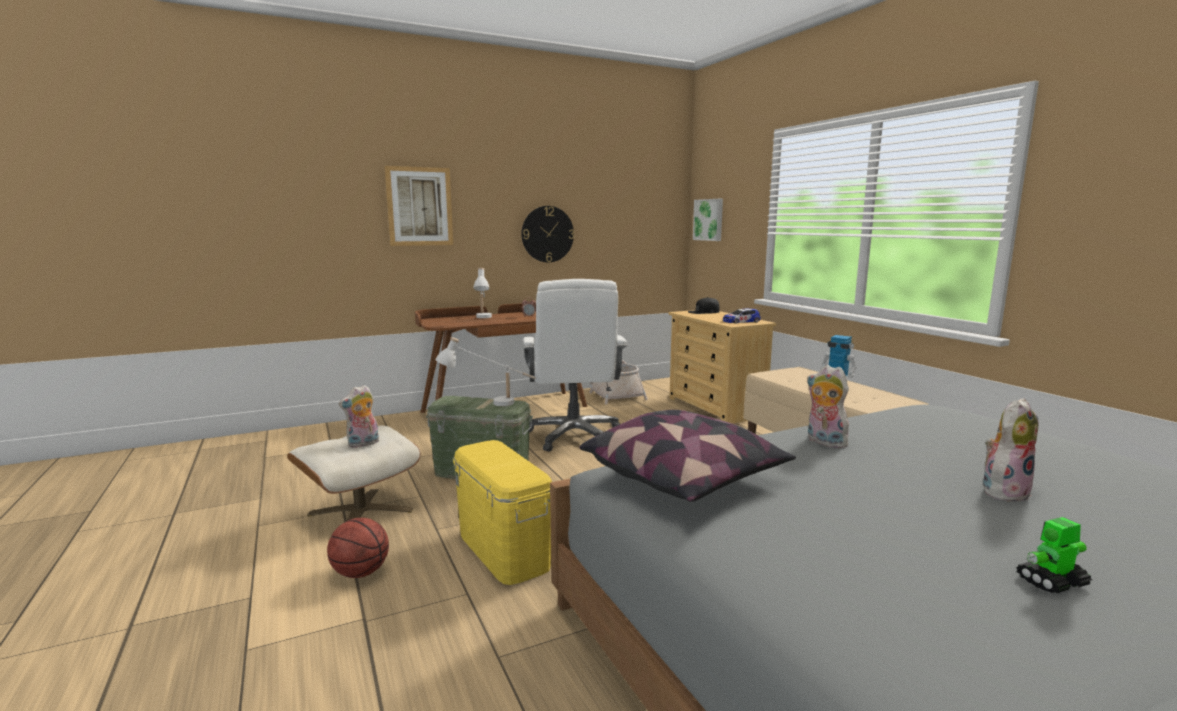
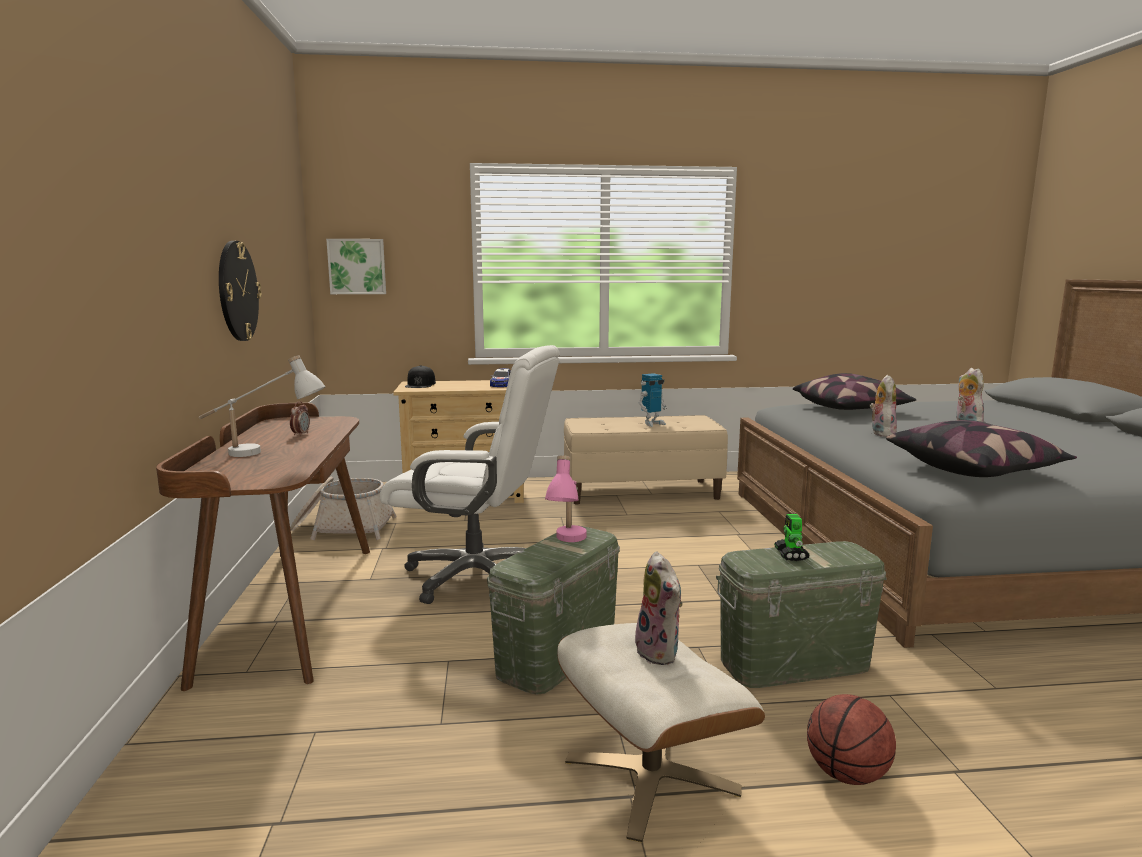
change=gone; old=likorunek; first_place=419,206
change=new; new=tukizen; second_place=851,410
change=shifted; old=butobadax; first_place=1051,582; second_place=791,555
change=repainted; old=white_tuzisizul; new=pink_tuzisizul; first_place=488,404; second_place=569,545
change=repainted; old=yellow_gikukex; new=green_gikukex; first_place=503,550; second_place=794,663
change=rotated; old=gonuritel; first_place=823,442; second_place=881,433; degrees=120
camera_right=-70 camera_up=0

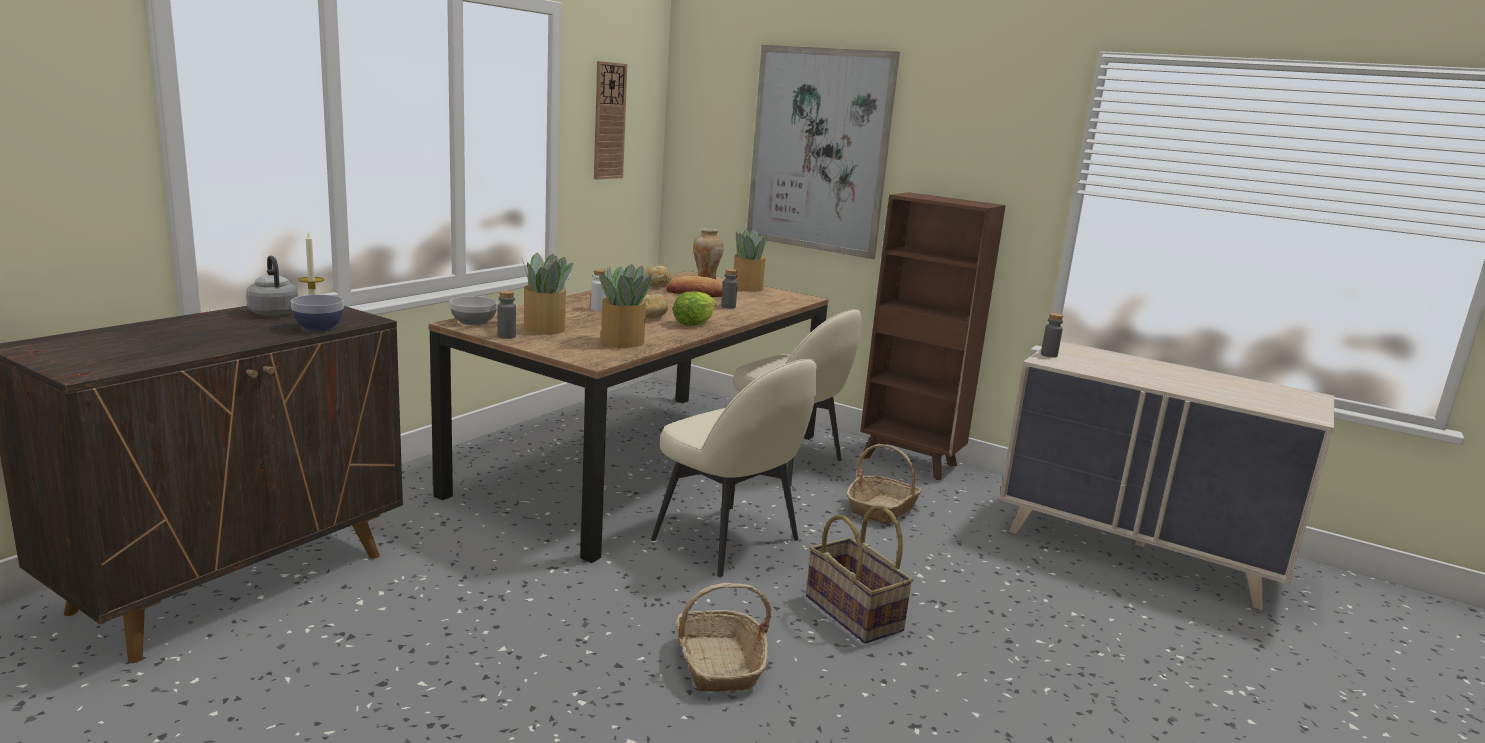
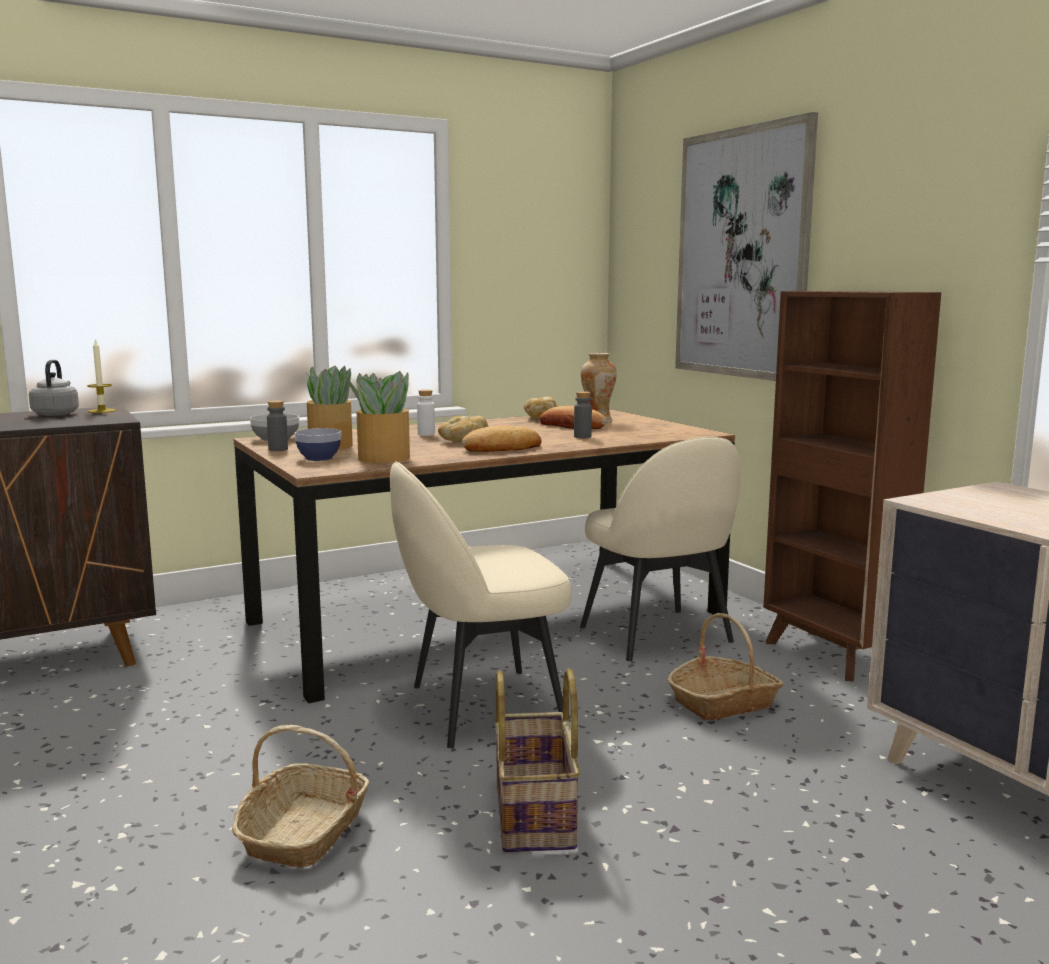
change=gone; old=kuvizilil; first_place=609,121
change=gone; old=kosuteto; first_place=747,288
change=gone; old=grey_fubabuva; first_place=1049,355
change=shifted; old=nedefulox; first_place=319,328; second_place=319,458
change=swapped; old=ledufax; new=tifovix; first_place=693,324; second_place=502,448
change=rotated; old=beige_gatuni; first_place=729,541; second_place=481,707; degrees=90
camera_right=30 camera_up=-5

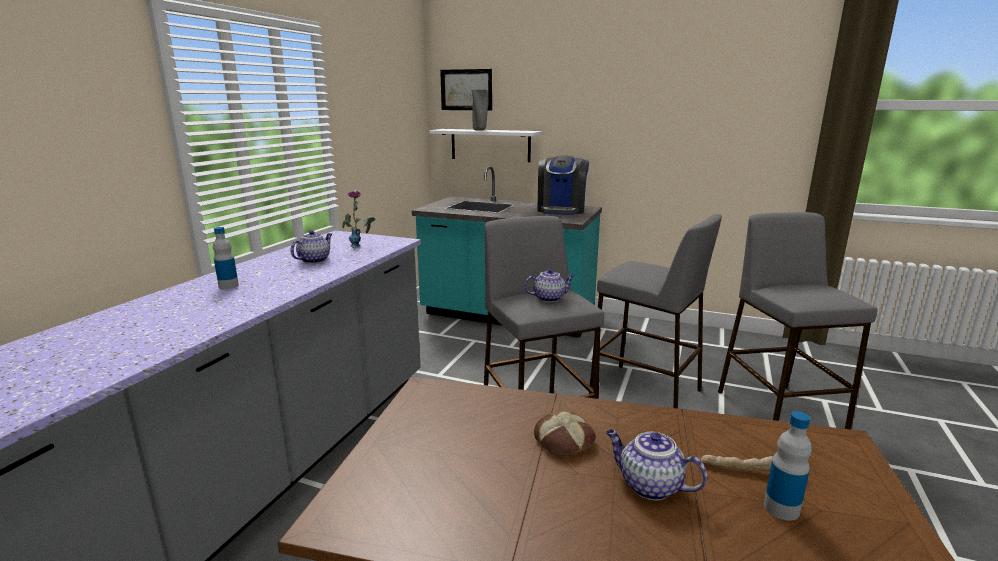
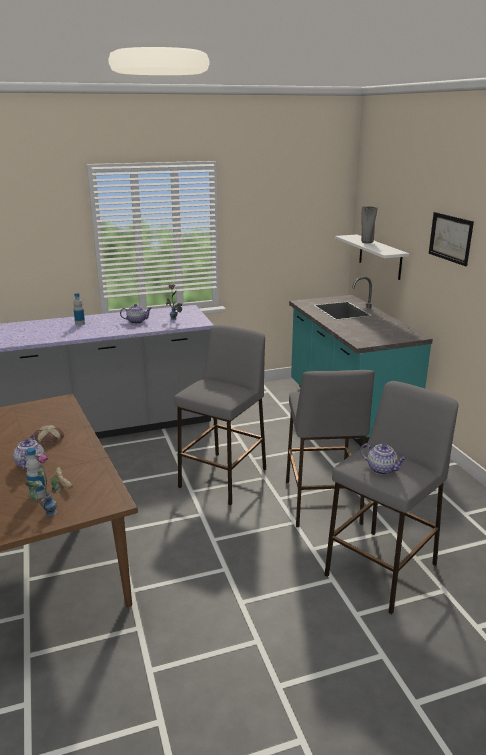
change=gone; old=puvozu; first_place=561,210
change=new; new=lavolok; second_place=46,510
change=shifted; old=likorunek; first_place=466,90; second_place=450,238
change=shifted; old=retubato; first_place=549,298; second_place=382,469
camera_right=50 camera_up=5

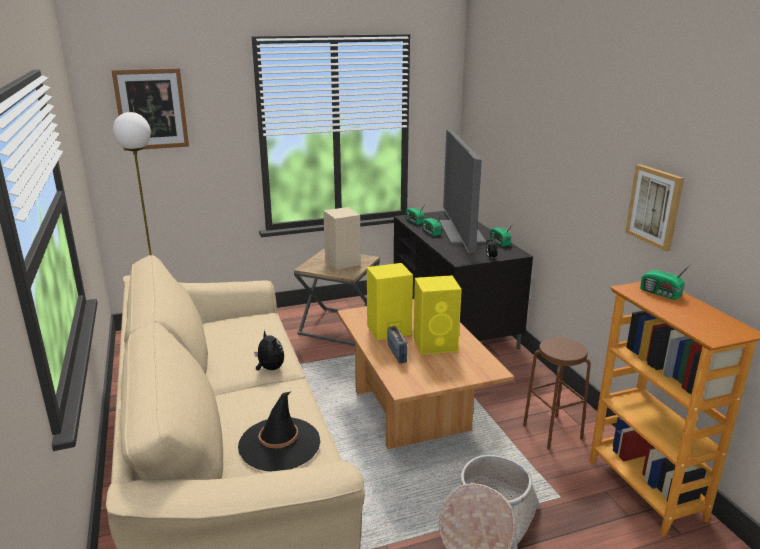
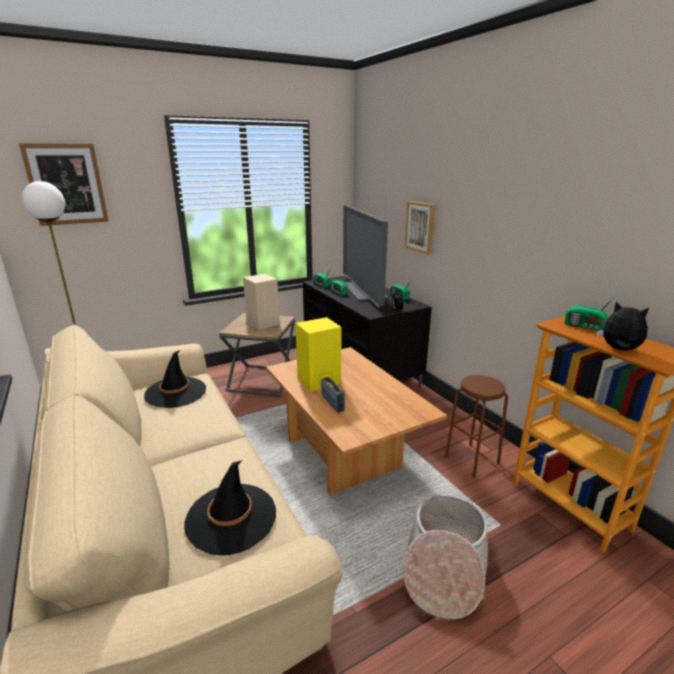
change=gone; old=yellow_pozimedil; first_place=436,344
change=new; new=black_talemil; second_place=176,392
change=shifted; old=gonuritel; first_place=269,369; second_place=619,350
change=shifted; old=likorunek; first_place=655,206; second_place=420,227
camera_right=-10 camera_up=0

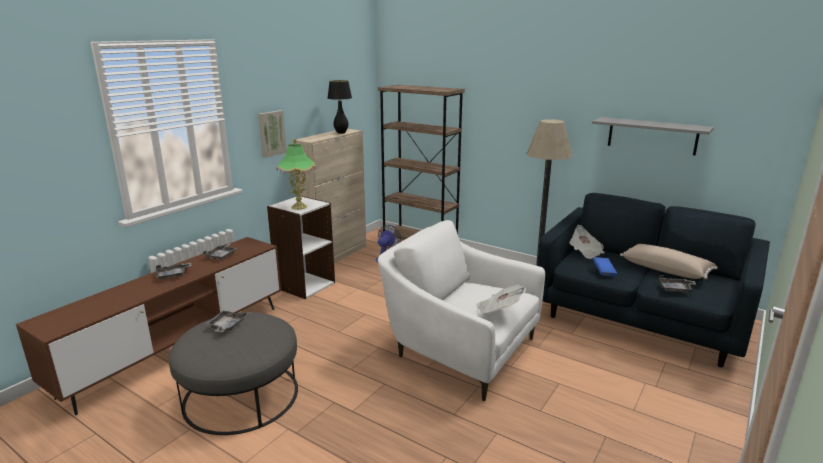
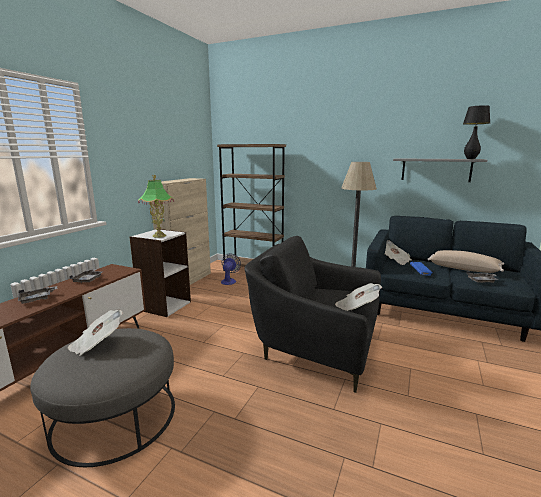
change=gone; old=likorunek; first_place=271,133
change=shifted; old=black_tuzisizul; first_place=341,133; second_place=470,159
change=swapped; old=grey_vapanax; new=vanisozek; first_place=226,326; second_place=97,344
change=repainted; old=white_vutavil; new=black_vutavil; first_place=459,350; second_place=315,348
camera_right=-10 camera_up=-5

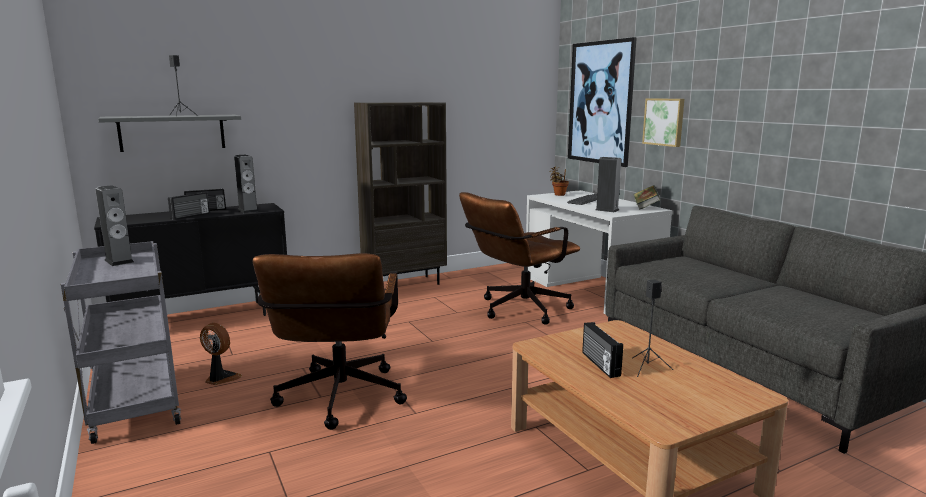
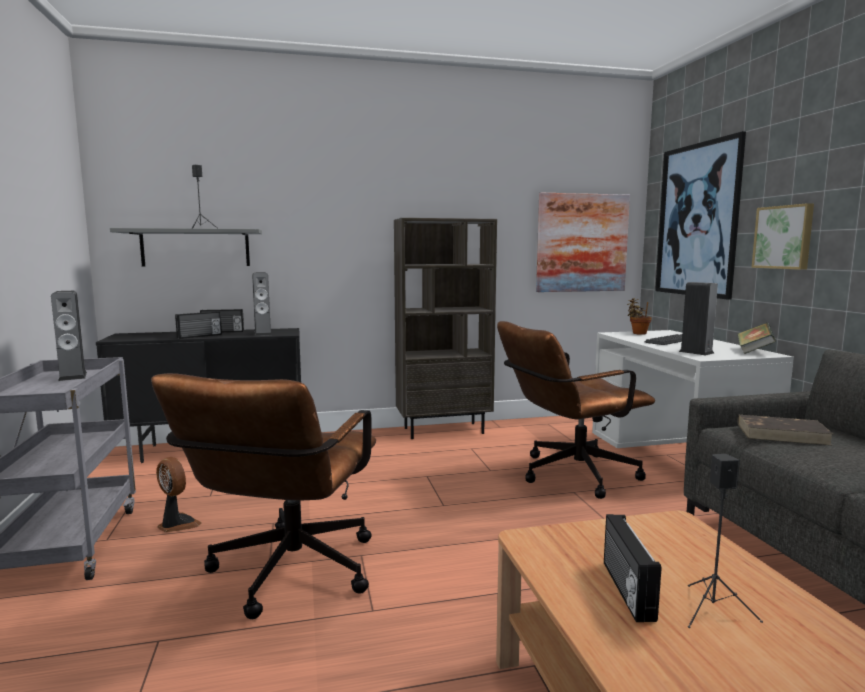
change=new; new=likorunek; second_place=582,243
change=new; new=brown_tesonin; second_place=782,434
camera_right=15 camera_up=-5

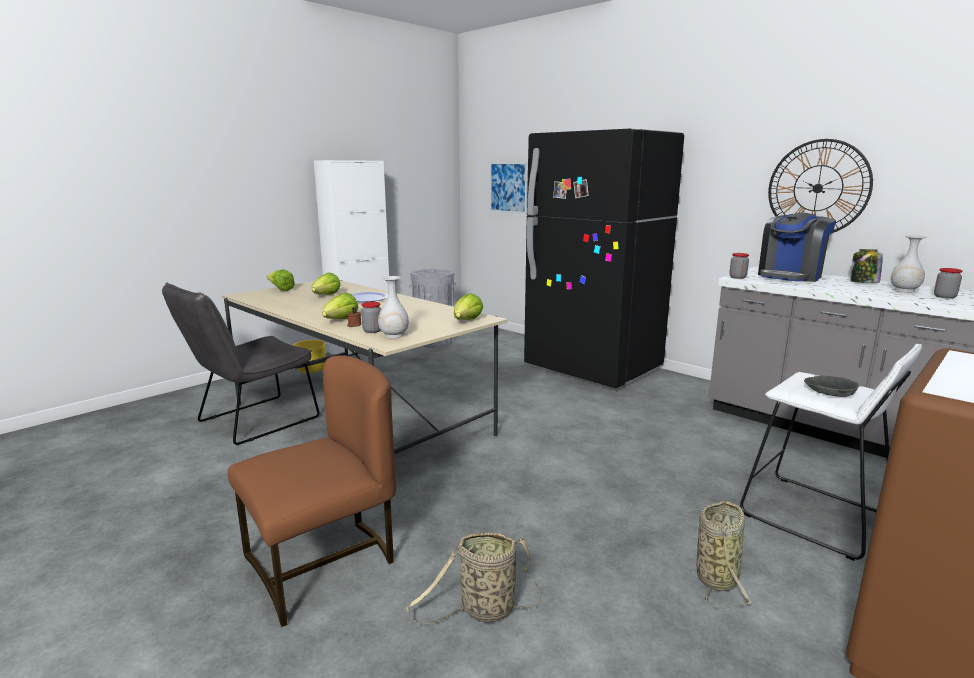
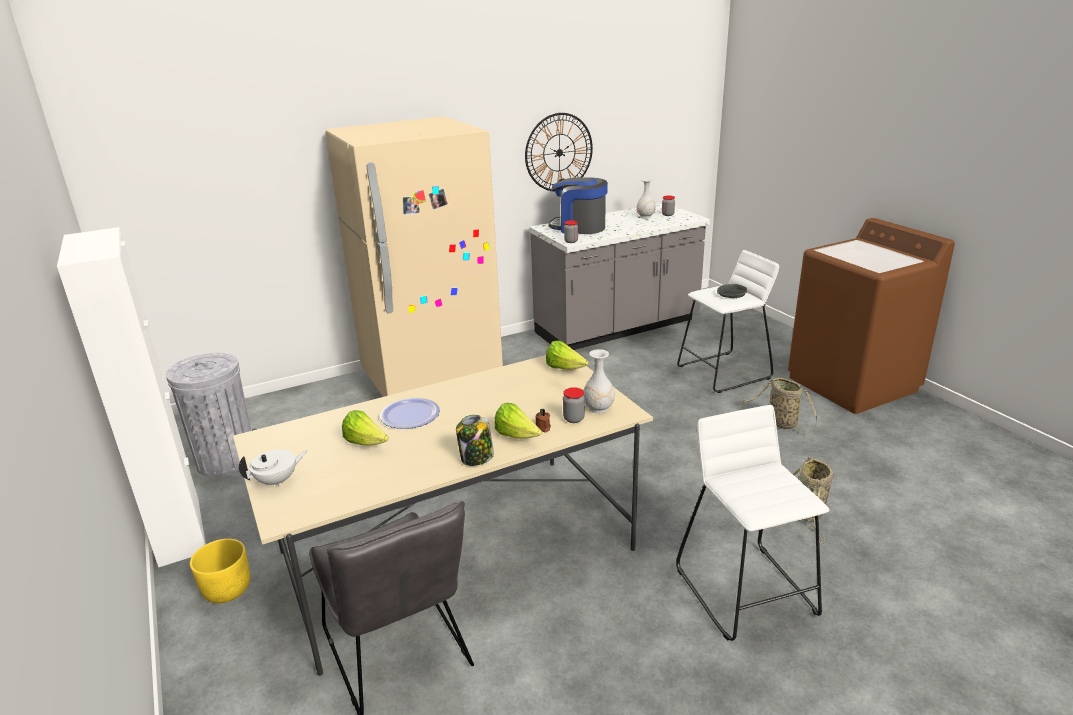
change=gone; old=likorunek; first_place=508,187
change=shifted; old=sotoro; first_place=863,282; second_place=476,458
change=swapped; old=brown_gatuni; new=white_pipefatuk; first_place=323,564; second_place=746,591
change=swapped; old=ledufax; new=white_retubato; first_place=280,289; second_place=277,481
change=repainted; old=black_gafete; new=beige_gafete; first_place=593,369; second_place=432,378
change=rotated; old=puvozu; first_place=790,276; second_place=579,227; degrees=135
camera_right=-70 camera_up=10

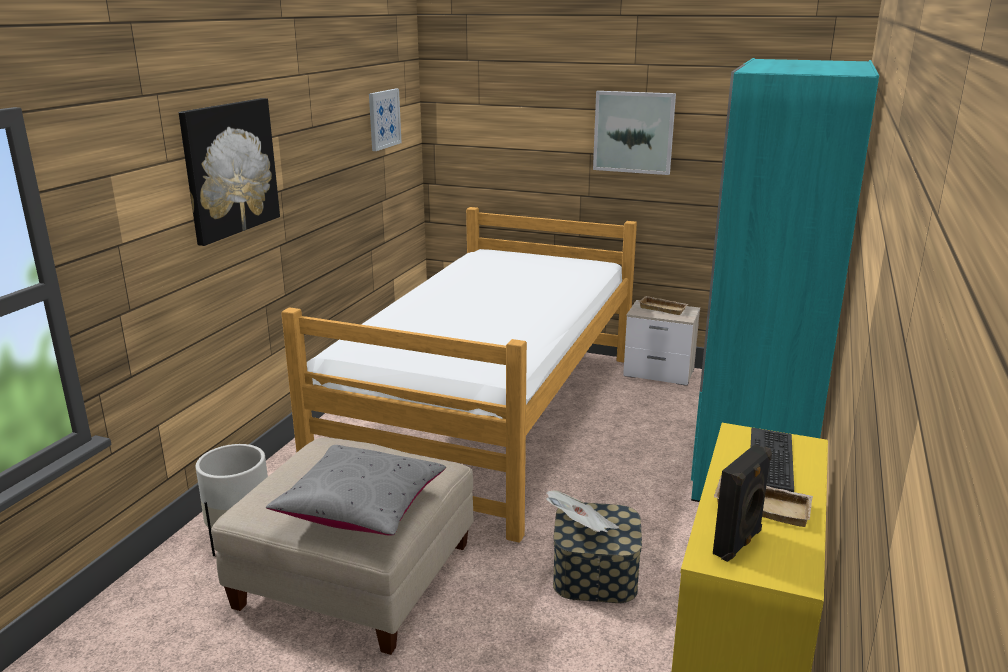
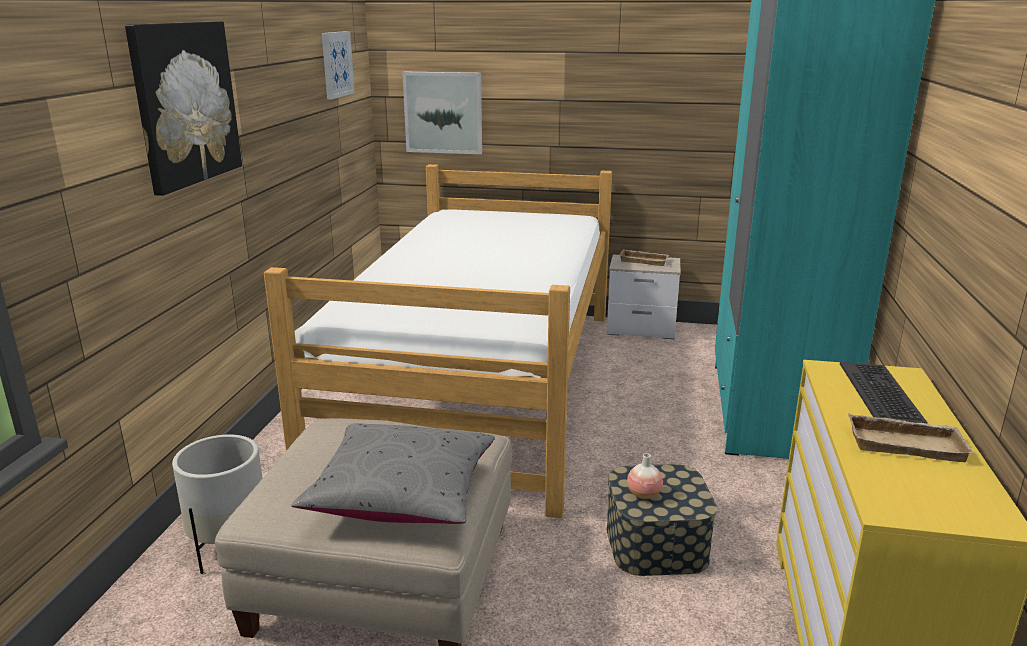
change=gone; old=black_pozimedil; first_place=738,543
change=shifted; old=likorunek; first_place=633,132; second_place=443,112
change=swapped; old=vanisozek; new=lavolok; first_place=581,528; second_place=644,494
camera_right=-10 camera_up=0

